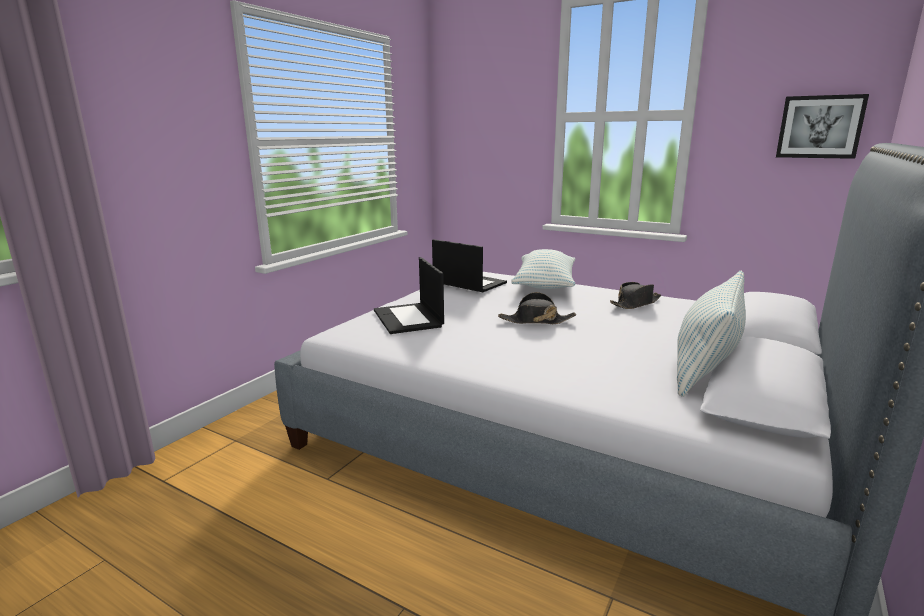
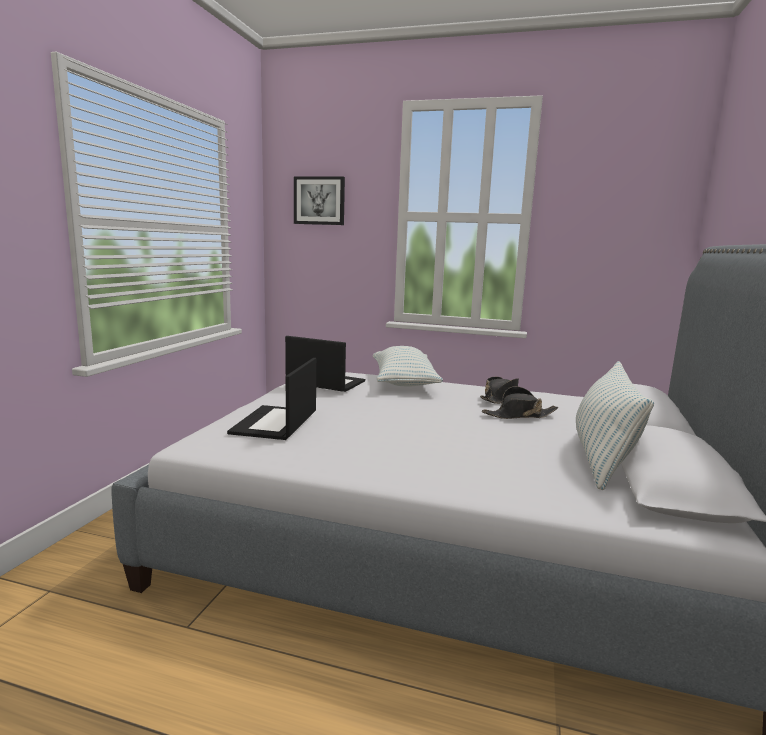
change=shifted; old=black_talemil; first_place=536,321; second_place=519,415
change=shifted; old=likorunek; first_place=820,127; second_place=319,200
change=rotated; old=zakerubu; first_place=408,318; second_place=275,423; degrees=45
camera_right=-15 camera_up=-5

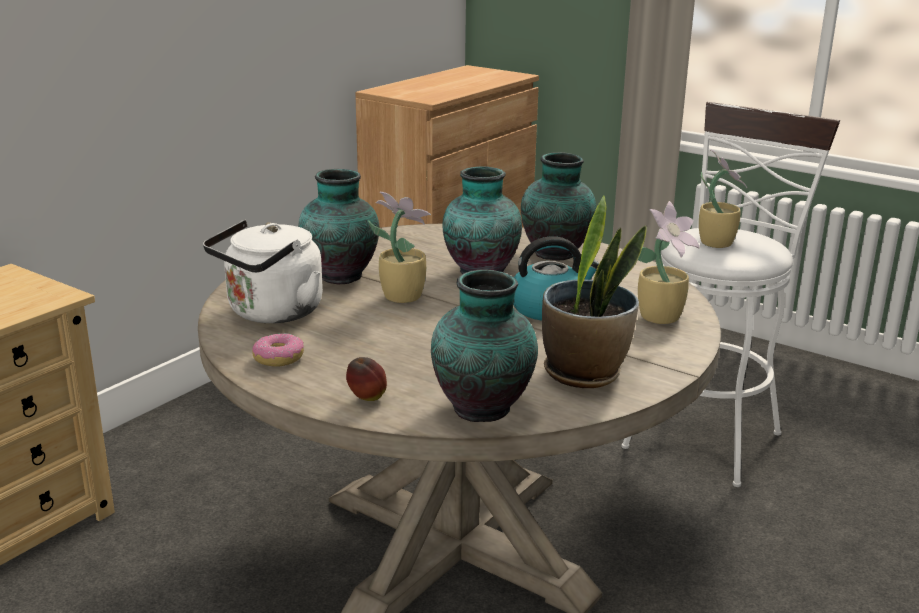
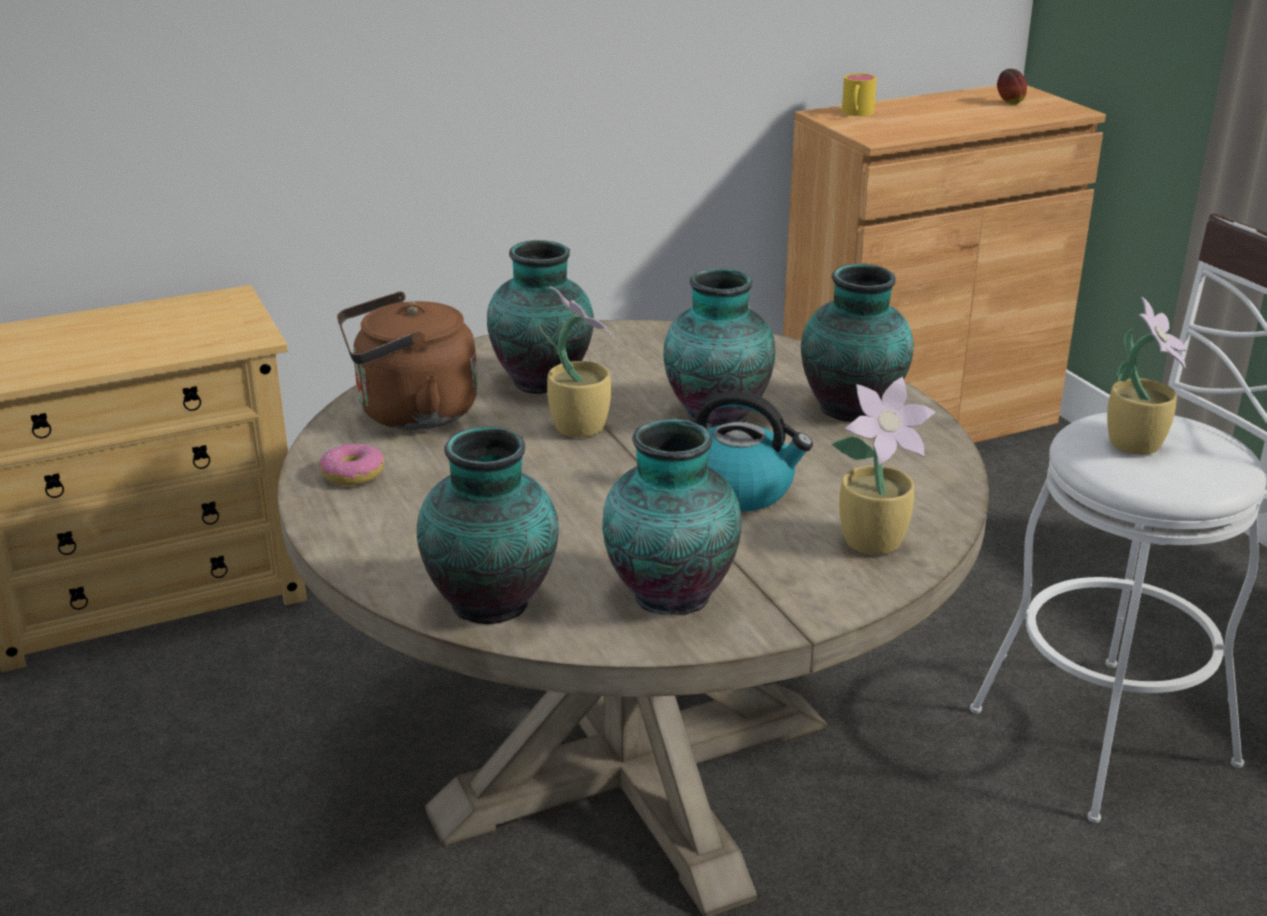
change=new; new=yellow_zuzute; second_place=856,113
change=shifted; old=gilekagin; first_place=367,399; second_place=1010,103
change=swapped; old=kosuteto; new=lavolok; first_place=584,373; second_place=669,593
change=repainted; old=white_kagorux; new=brown_kagorux; first_place=271,313; second_place=410,414
camera_right=30 camera_up=5

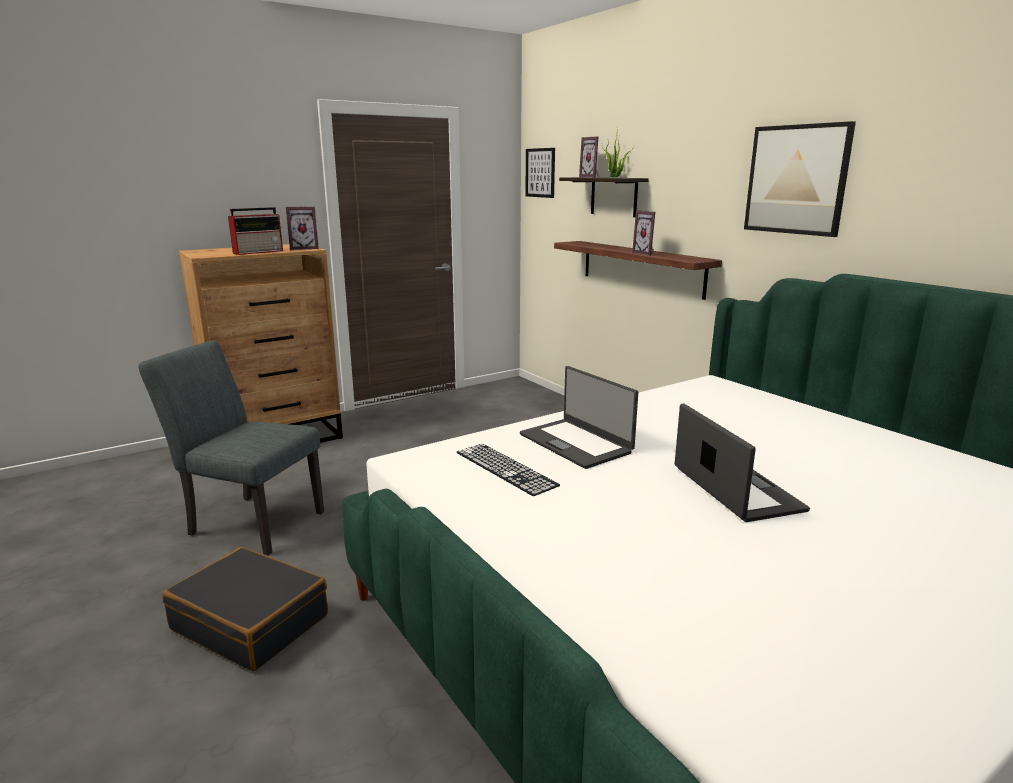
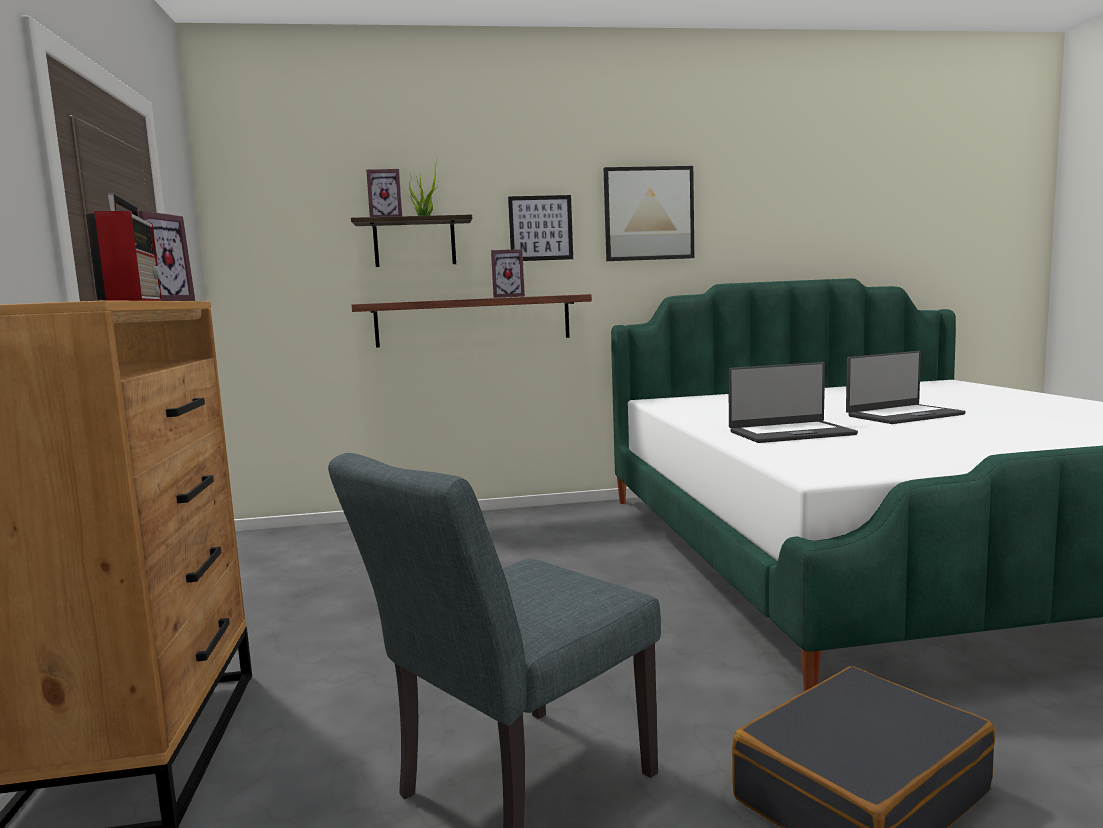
change=gone; old=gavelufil; first_place=505,468
change=shifted; old=likorunek; first_place=540,173; second_place=540,228
change=rotated; old=zakerubu; first_place=735,489; second_place=903,415; degrees=150
camera_right=-65 camera_up=-10

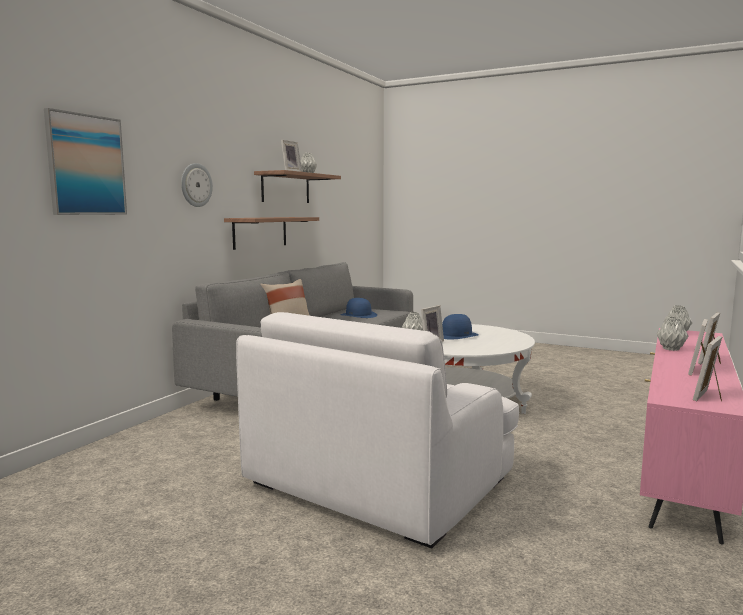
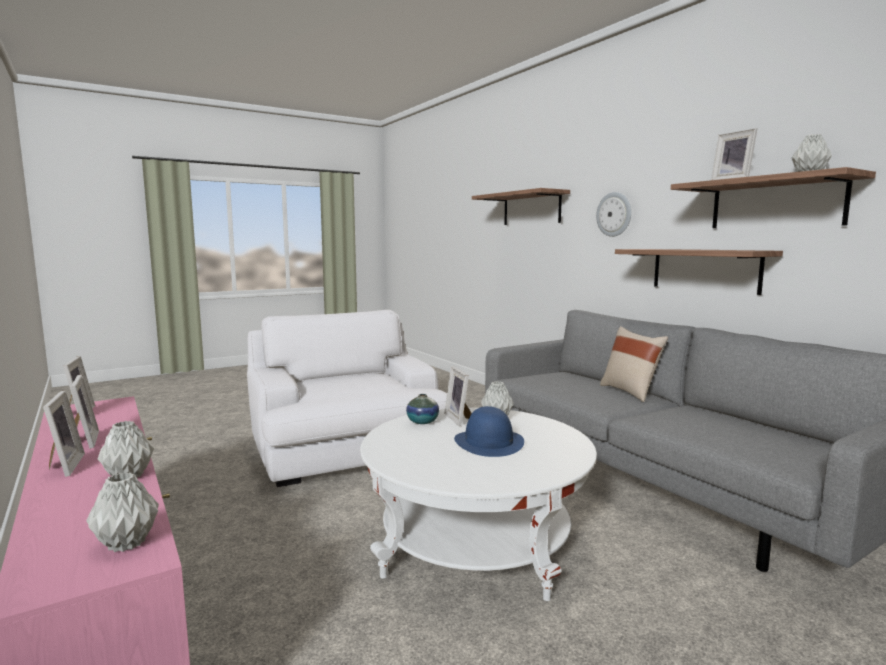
change=gone; old=blue_talemil; first_place=359,315
change=new; new=lavolok; second_place=422,422
change=swapped; old=likorunek; new=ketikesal; first_place=86,165; second_place=531,209
camera_right=120 camera_up=0

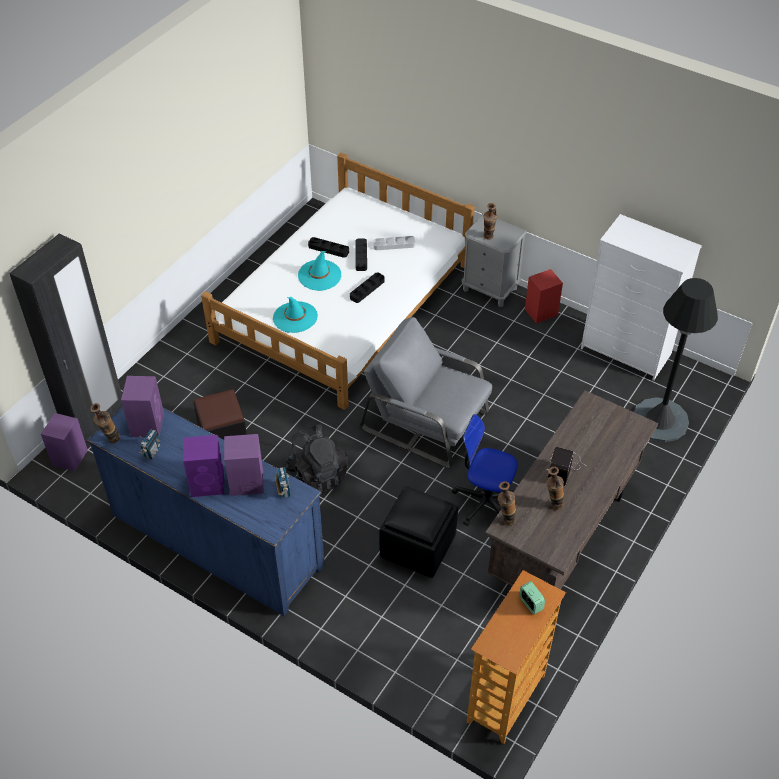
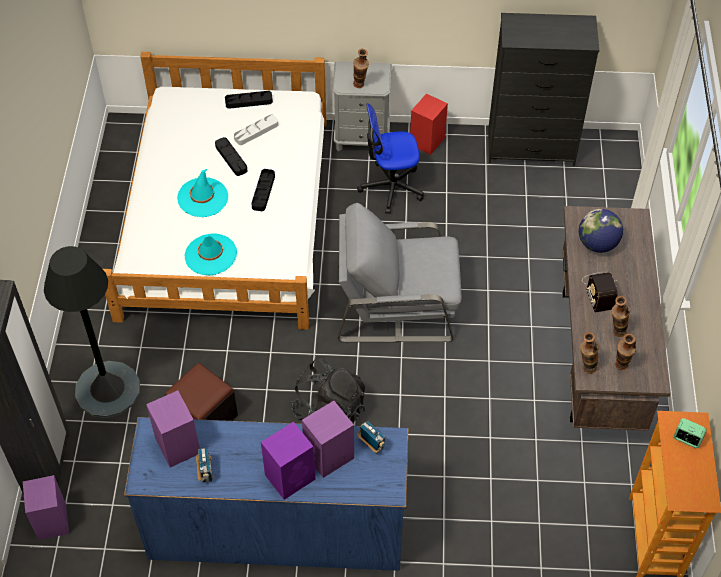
change=gone; old=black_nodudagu; first_place=417,546
change=new; new=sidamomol; second_place=597,244
change=shifted; old=lavolok; first_place=110,441; second_place=620,368
change=shifted; old=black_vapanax; first_place=328,249; second_place=249,101
change=shifted; old=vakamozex; first_place=485,501; second_place=391,187
change=shifted; old=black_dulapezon; first_place=660,420; second_place=107,390
change=repainted; old=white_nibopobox; new=black_nibopobox; first_place=626,351; second_place=532,147
camera_right=-30 camera_up=5

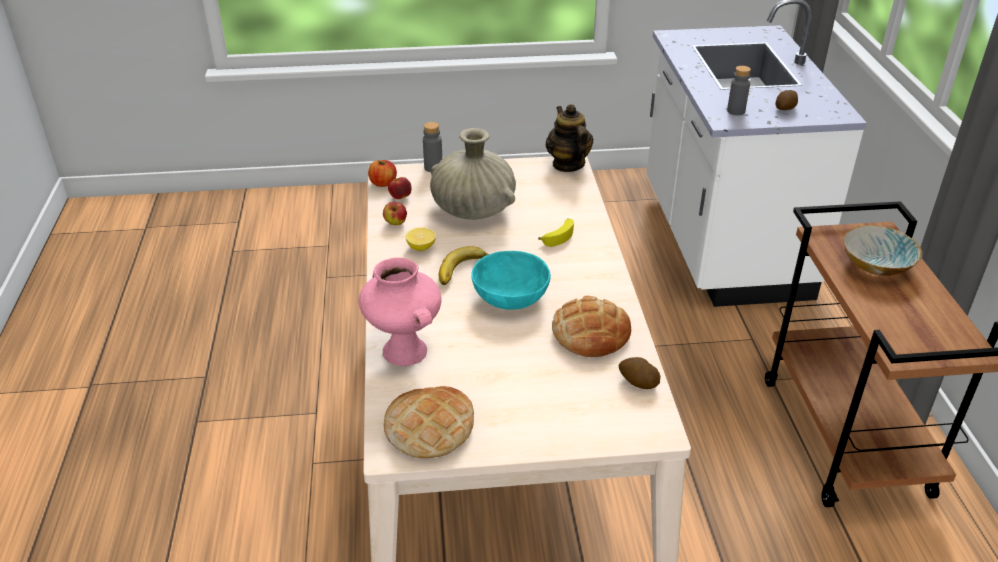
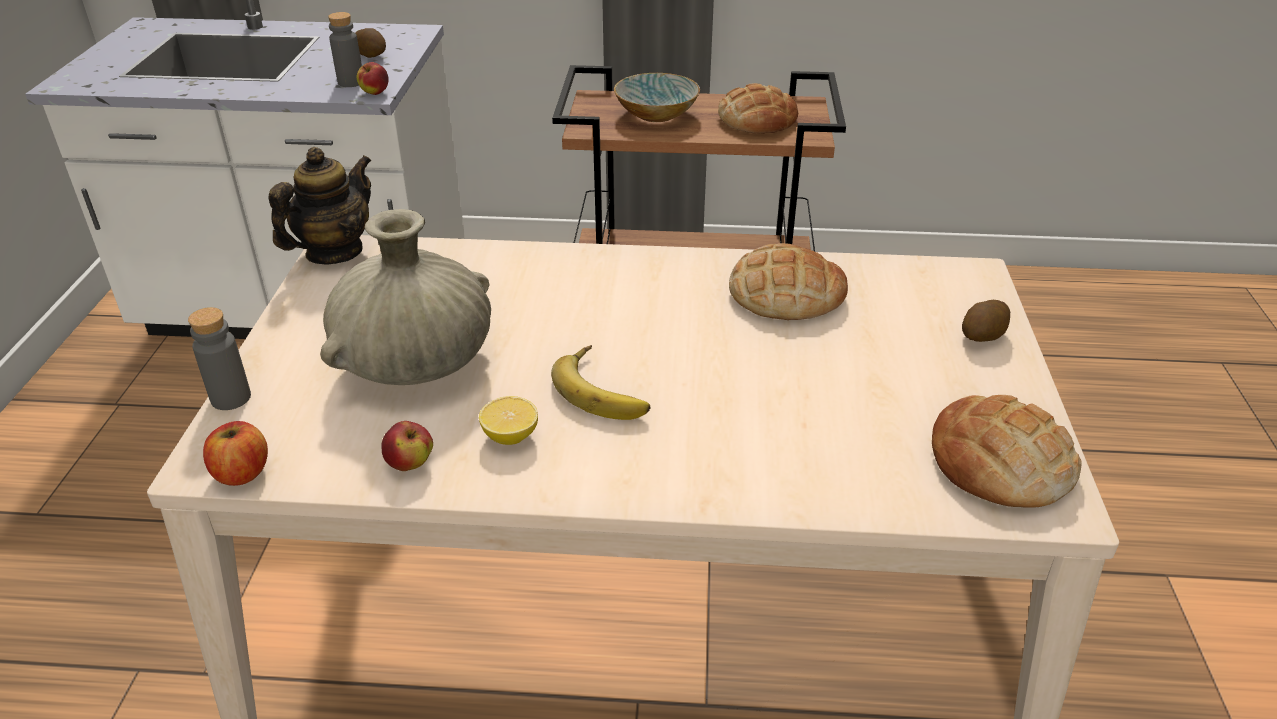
change=gone; old=pink_lavolok; first_place=403,351
change=gone; old=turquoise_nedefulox; first_place=510,297
change=gone; old=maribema; first_place=558,236
change=new; new=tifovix; second_place=757,119
change=shifted; old=gilekagin; first_place=400,197; second_place=375,93
change=shifted; old=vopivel; first_place=638,382; second_place=982,337
change=rotated; old=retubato; first_place=568,164; second_place=334,252; degrees=135
camera_right=-80 camera_up=0

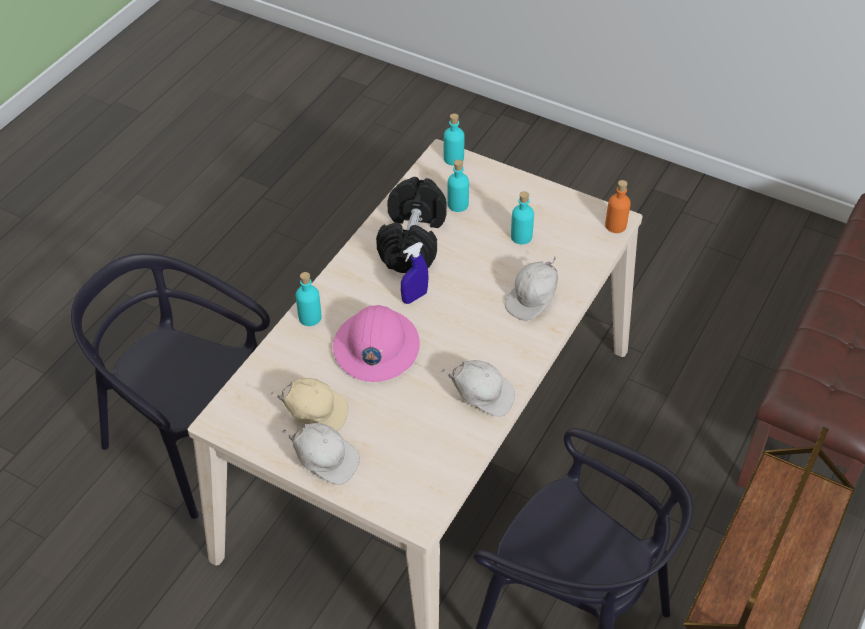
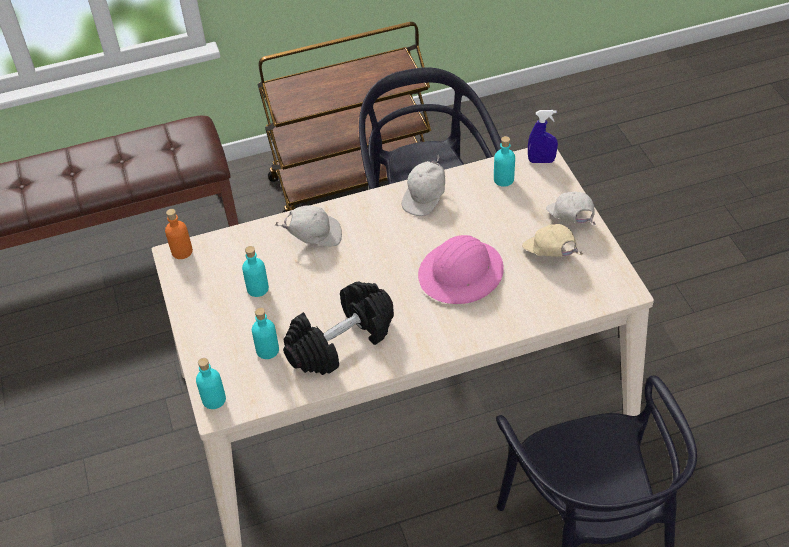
change=shifted; old=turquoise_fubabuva; first_place=310,317; second_place=503,179
change=shifted; old=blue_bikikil; first_place=414,297; second_place=541,161
change=rotated; old=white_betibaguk; first_place=482,396; second_place=426,198; degrees=-120
camera_right=-135 camera_up=0

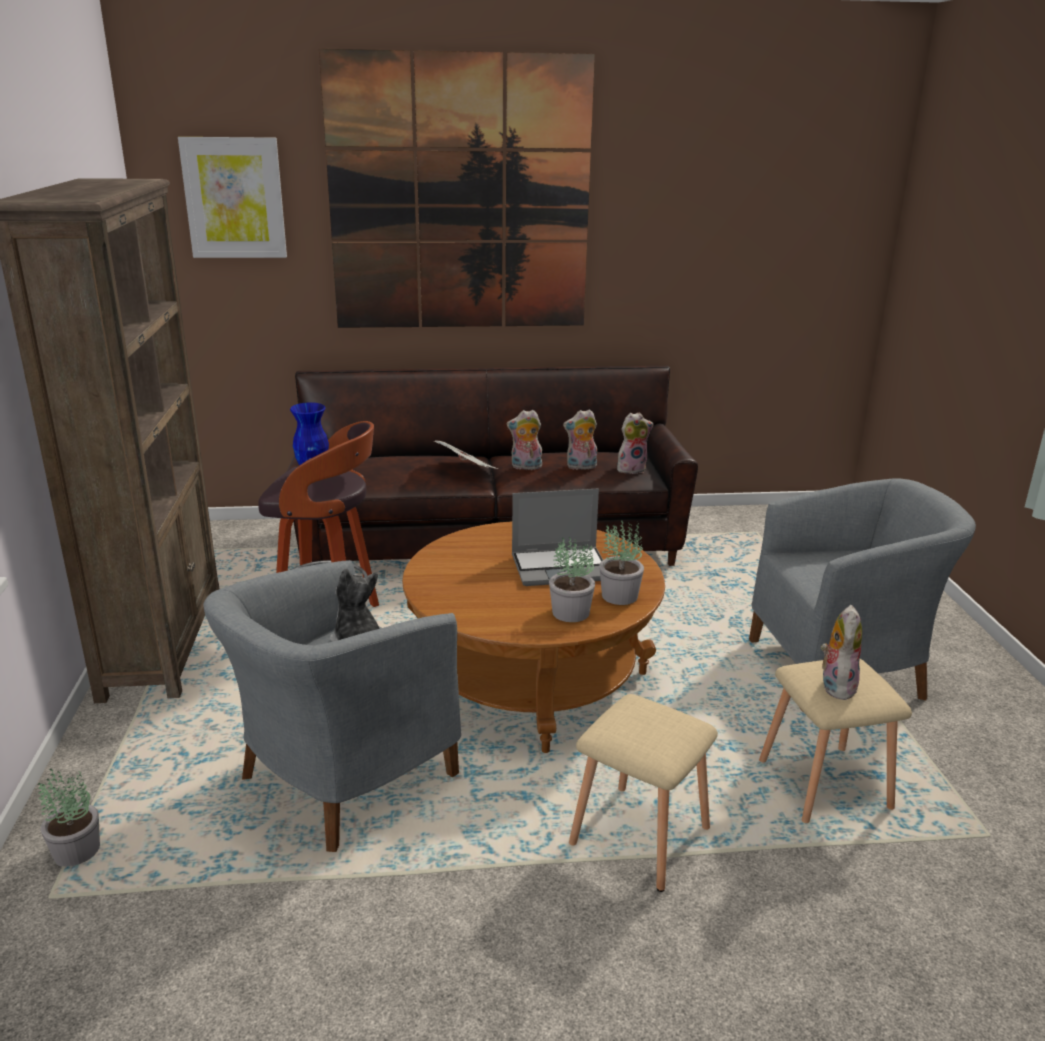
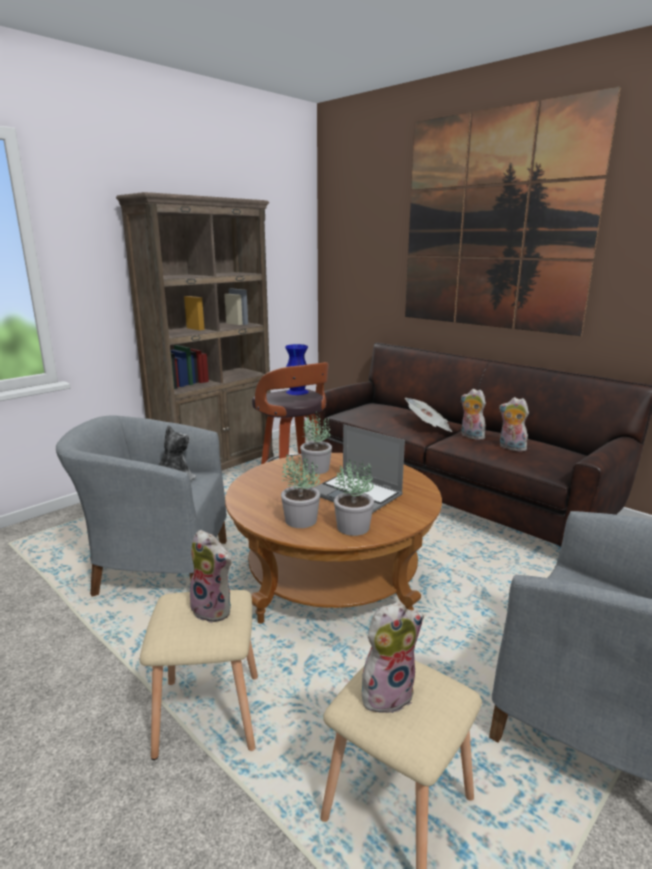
change=gone; old=likorunek; first_place=234,198
change=shifted; old=kosuteto; first_place=76,852; second_place=315,469
change=shifted; old=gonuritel; first_place=631,469; second_place=214,609
camera_right=50 camera_up=-5

